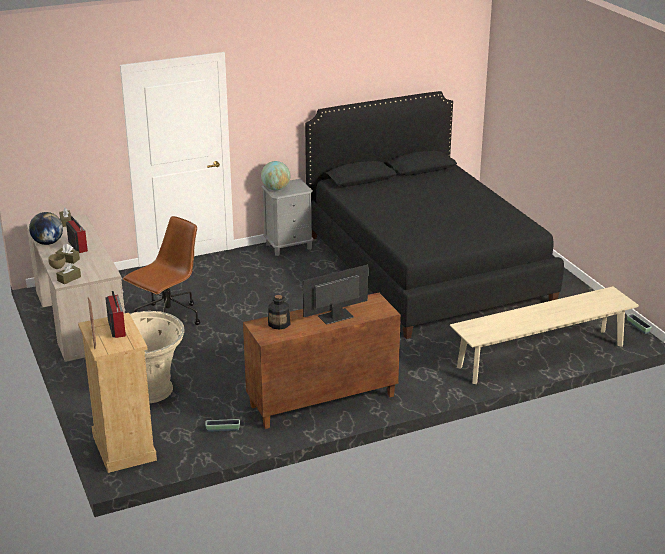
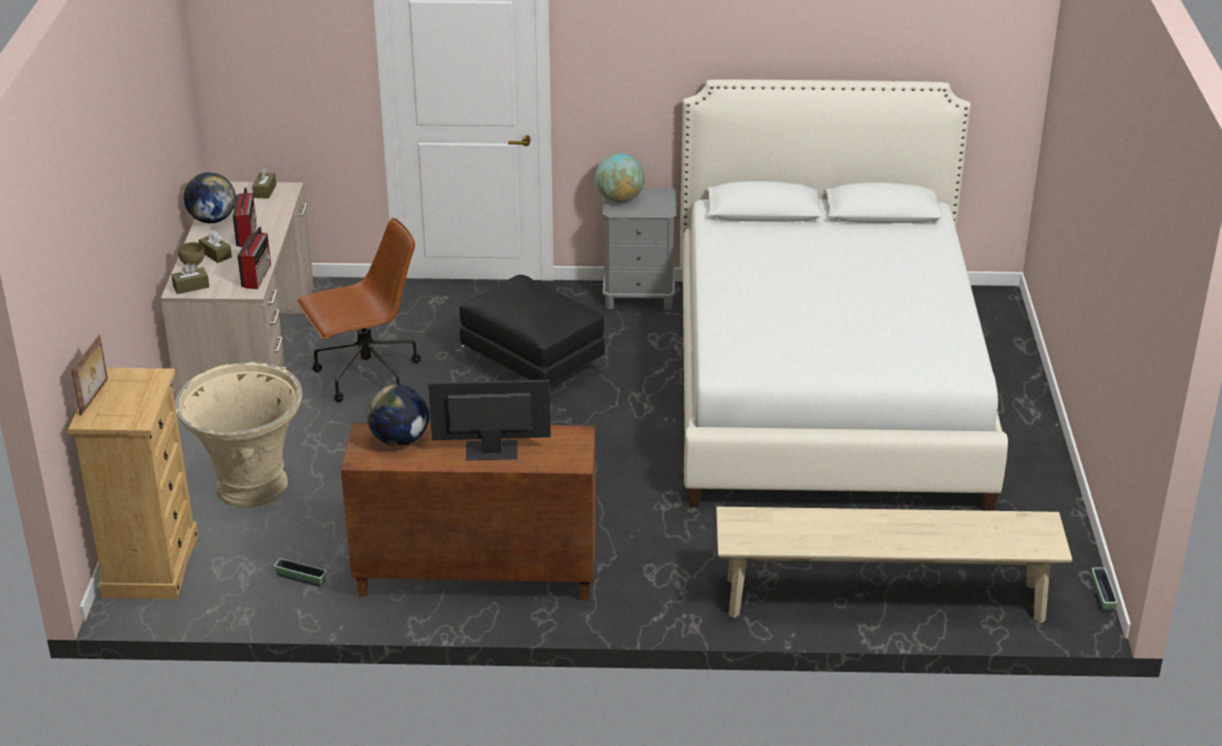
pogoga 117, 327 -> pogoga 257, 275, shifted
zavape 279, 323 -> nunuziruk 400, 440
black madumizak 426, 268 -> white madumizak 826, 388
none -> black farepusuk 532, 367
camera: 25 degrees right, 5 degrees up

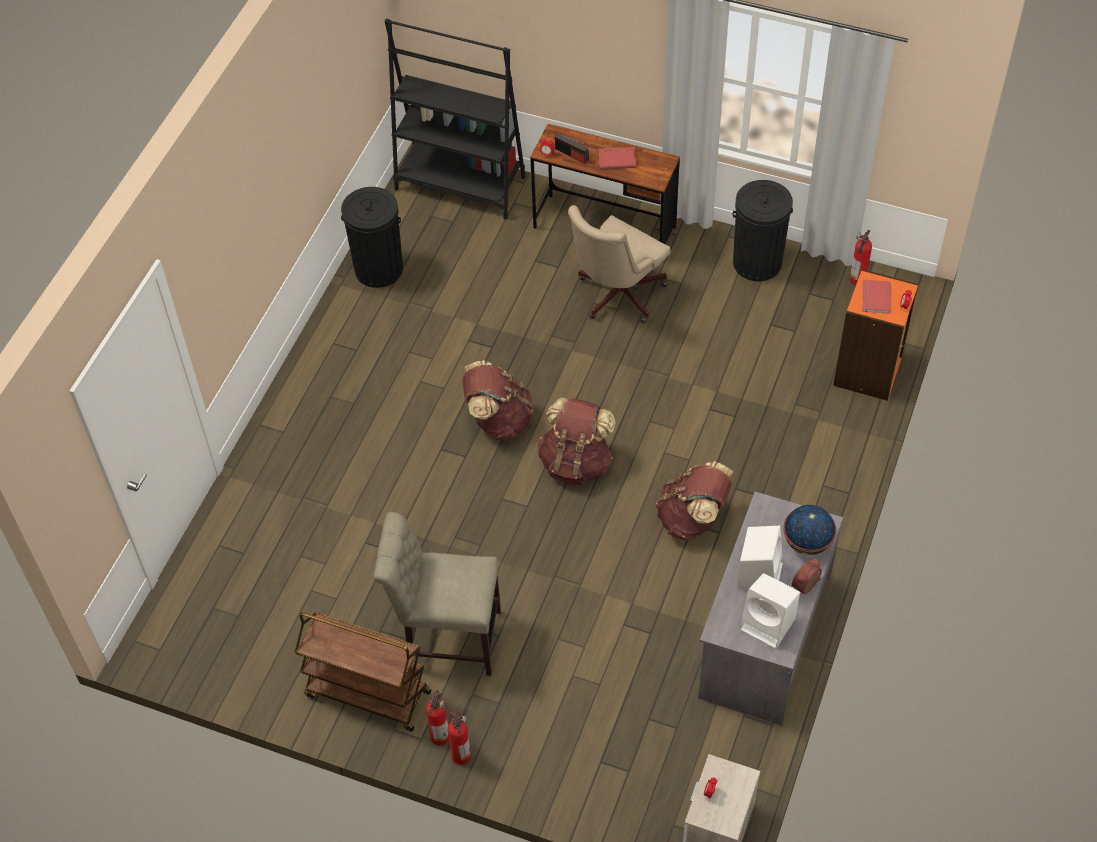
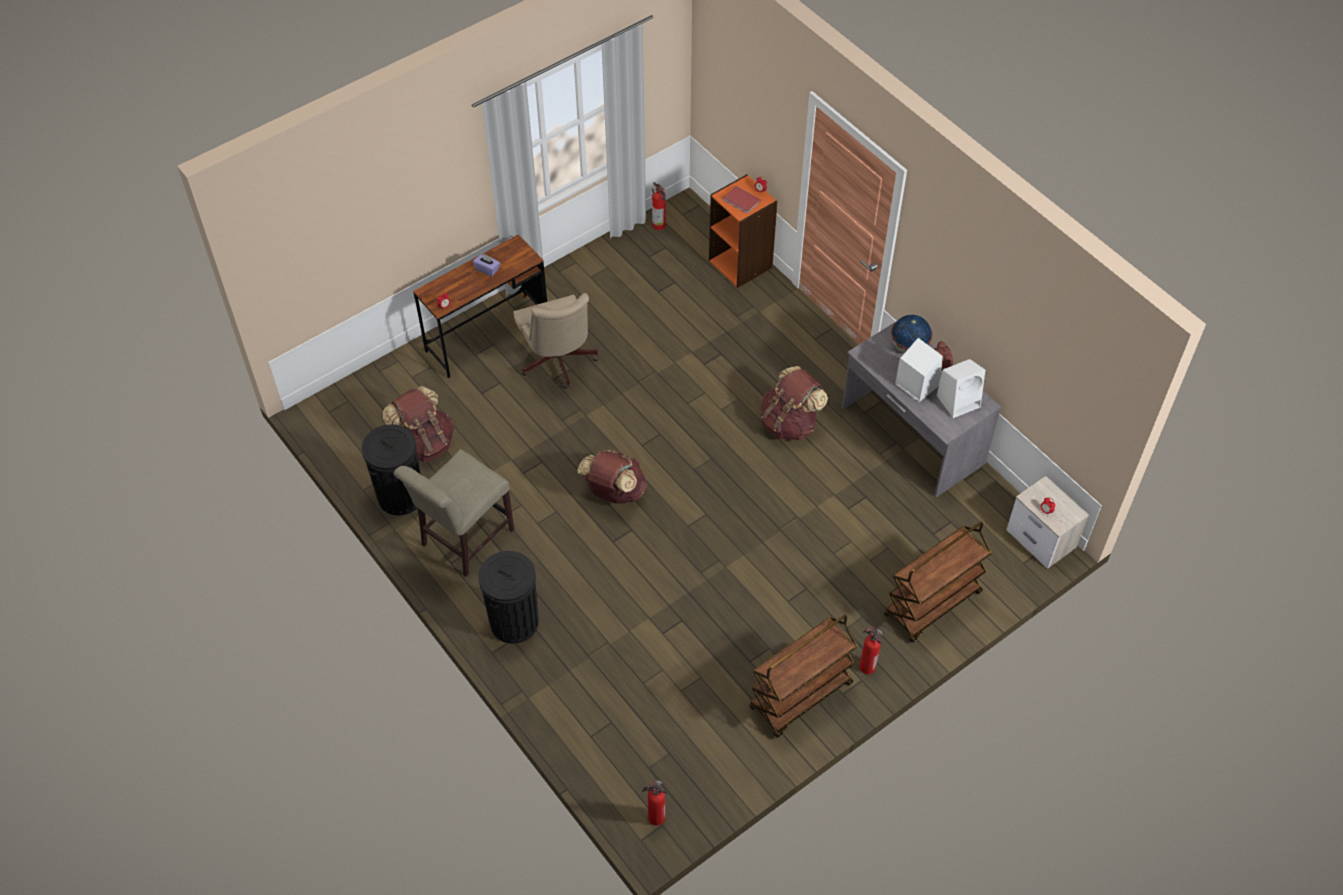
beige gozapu 447, 637 -> beige gozapu 463, 540, shifted
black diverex 460, 183 -> none
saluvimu 460, 754 -> saluvimu 655, 817, shifted
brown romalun 576, 463 -> brown romalun 424, 444, shifted
pogoga 572, 154 -> none
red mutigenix 617, 158 -> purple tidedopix 487, 269
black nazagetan 757, 262 -> black nazagetan 514, 622, shifted
none -> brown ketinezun 932, 605
camera: 60 degrees left, 0 degrees up

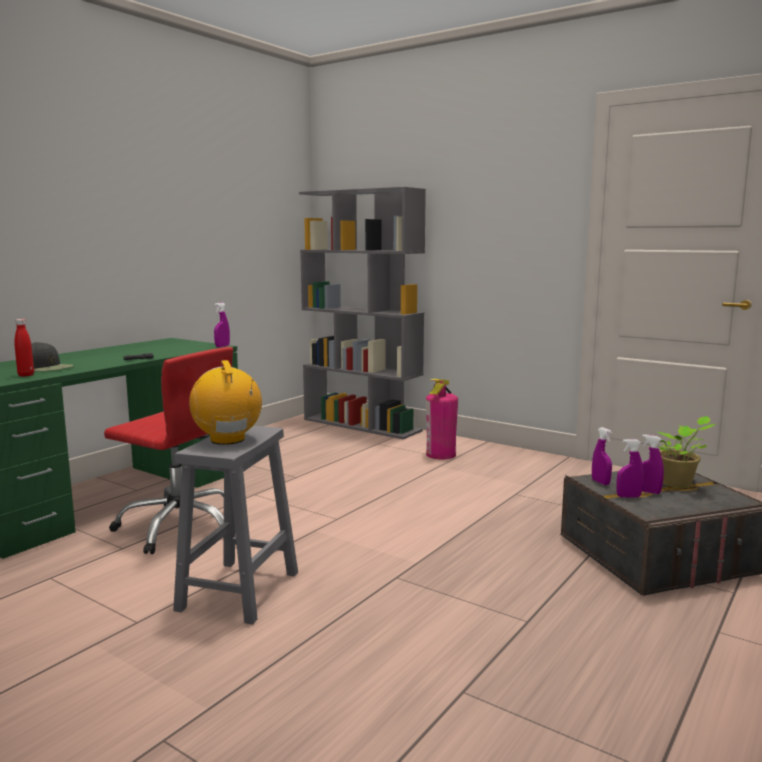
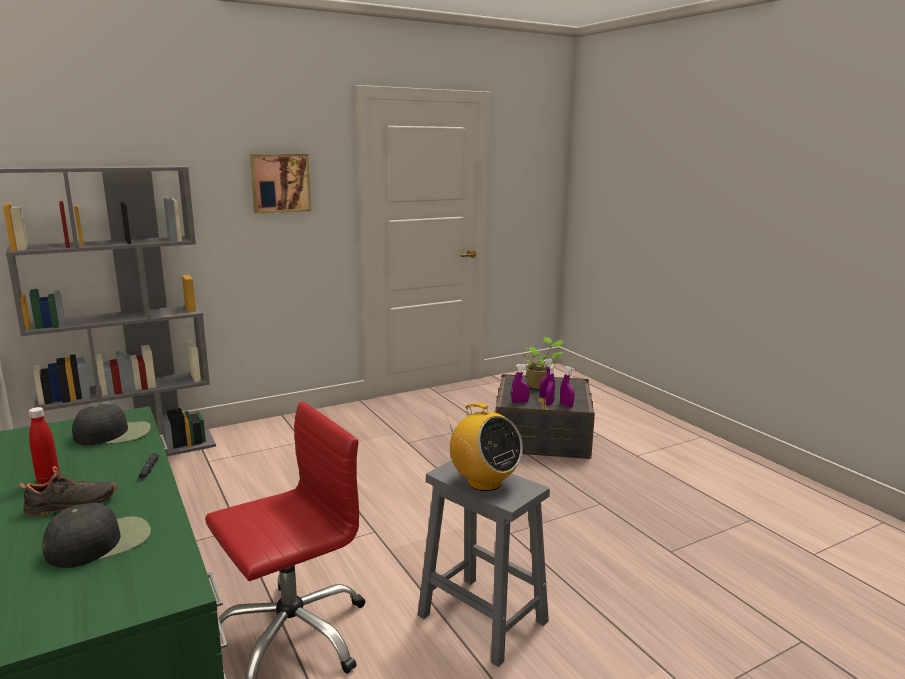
red zavape 26, 375 -> red zavape 48, 480, shifted
pogoga 228, 439 -> pogoga 484, 482, 135 degrees counterclockwise
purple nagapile 222, 346 -> purple nagapile 566, 405, shifted
saluvimu 441, 454 -> none
none -> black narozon 72, 506
none -> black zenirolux 114, 434
none -> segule 280, 183
camera: 65 degrees left, 5 degrees up

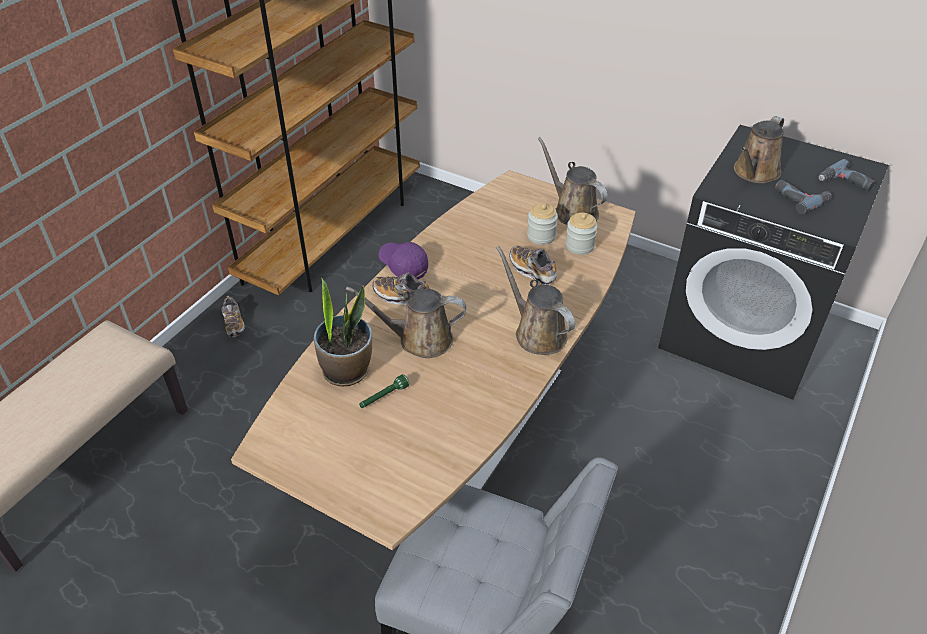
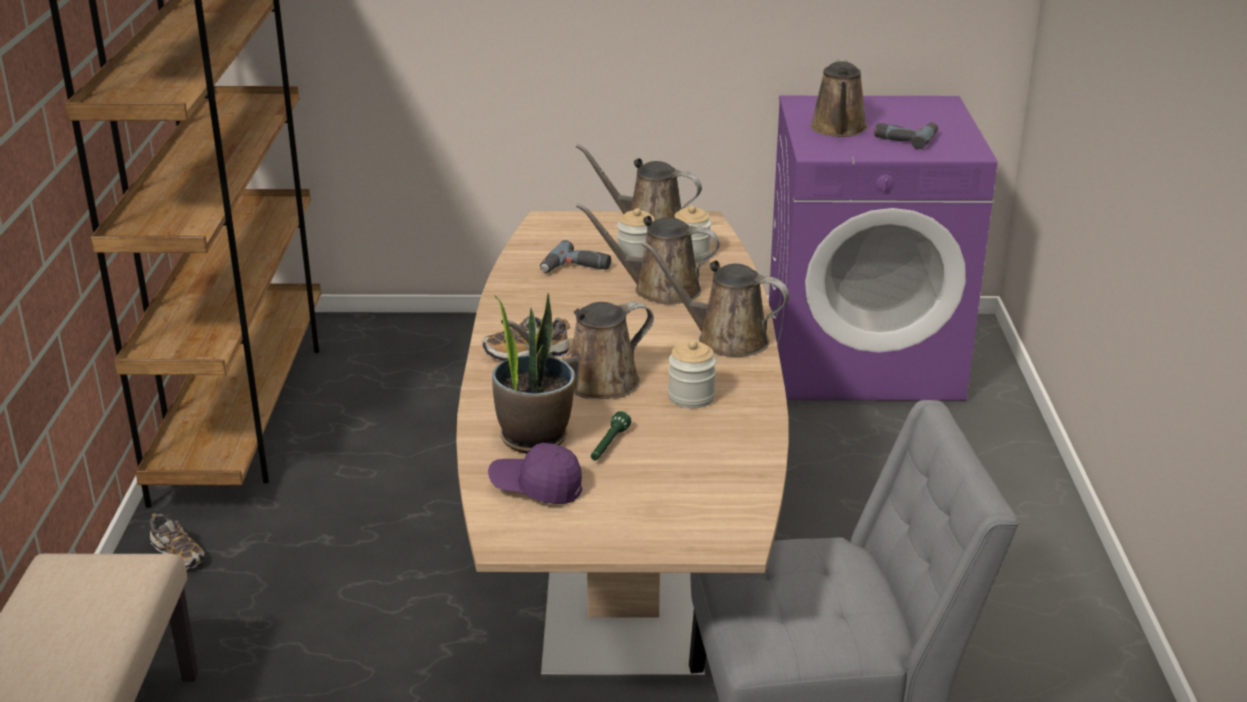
purple zenirolux 403, 265 -> purple zenirolux 536, 488, shifted
narozon 532, 270 -> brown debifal 660, 289
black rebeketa 744, 333 -> purple rebeketa 863, 358
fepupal 844, 183 -> fepupal 575, 269, shifted
none -> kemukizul 691, 397
camera: 30 degrees left, 15 degrees down

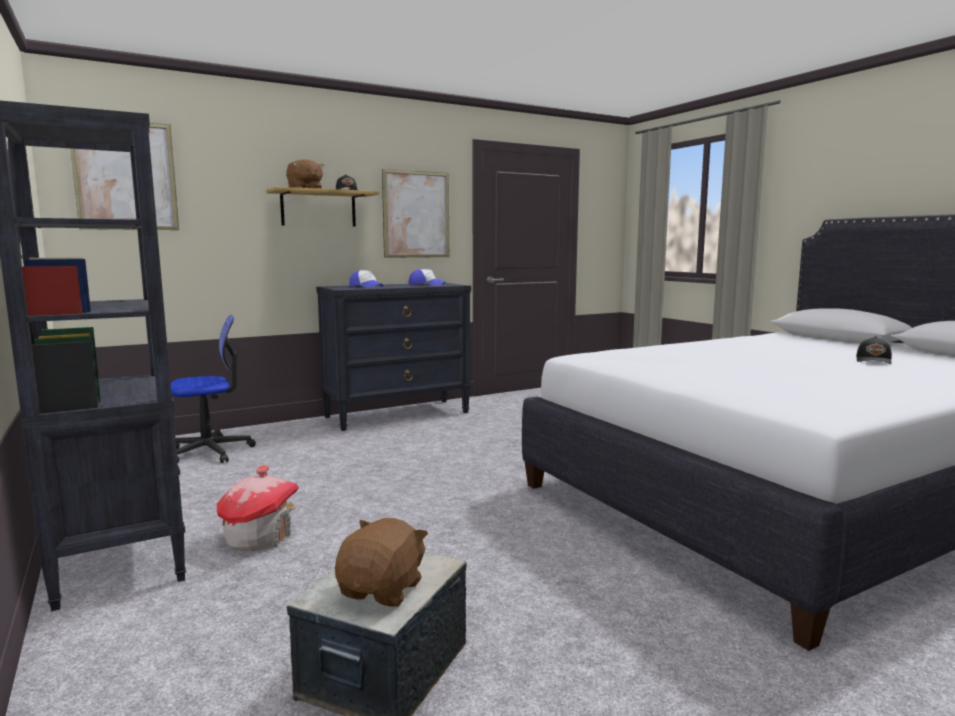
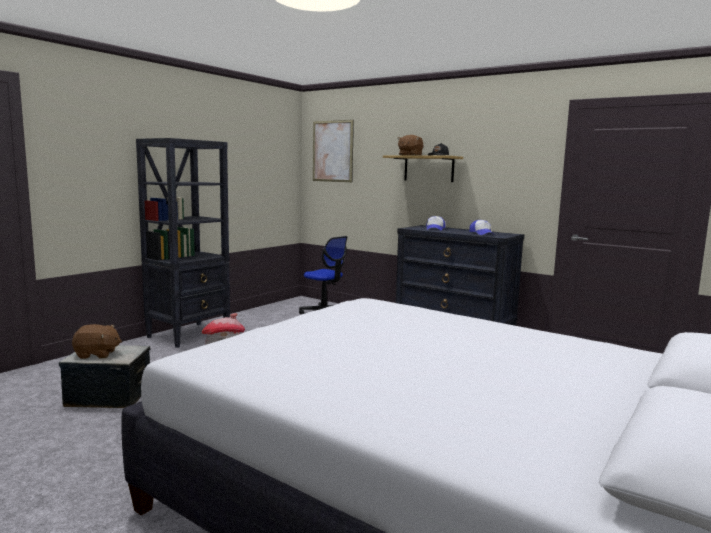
segule 416, 214 -> none
black zenirolux 874, 361 -> none
camera: 65 degrees right, 0 degrees up

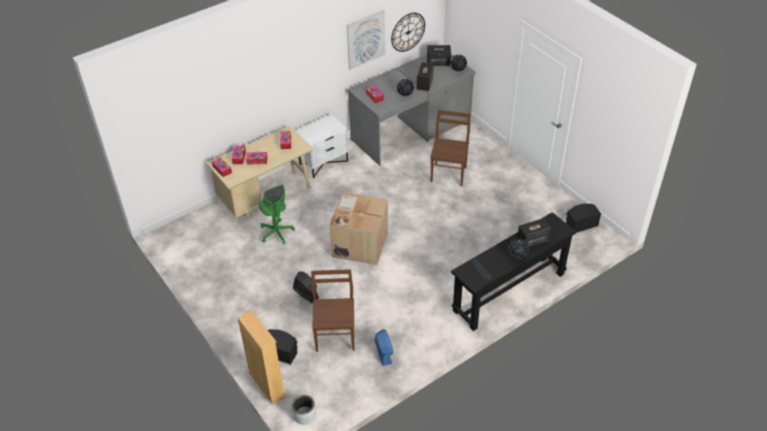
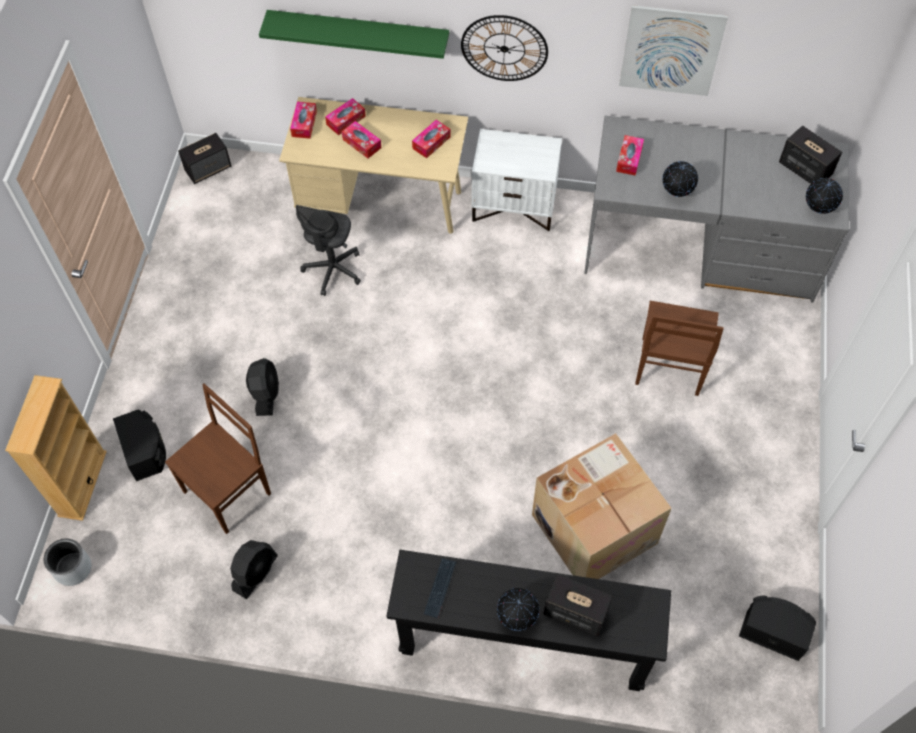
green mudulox 276, 233 -> grey mudulox 333, 270
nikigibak 359, 243 -> nikigibak 594, 527, shifted
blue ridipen 383, 353 -> black ridipen 255, 573
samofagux 408, 32 -> samofagux 504, 48, shifted
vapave 424, 83 -> vapave 208, 168, shifted
brown gozapu 448, 173 -> brown gozapu 669, 368, 135 degrees clockwise
none -> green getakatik 358, 32
camera: 45 degrees right, 15 degrees up

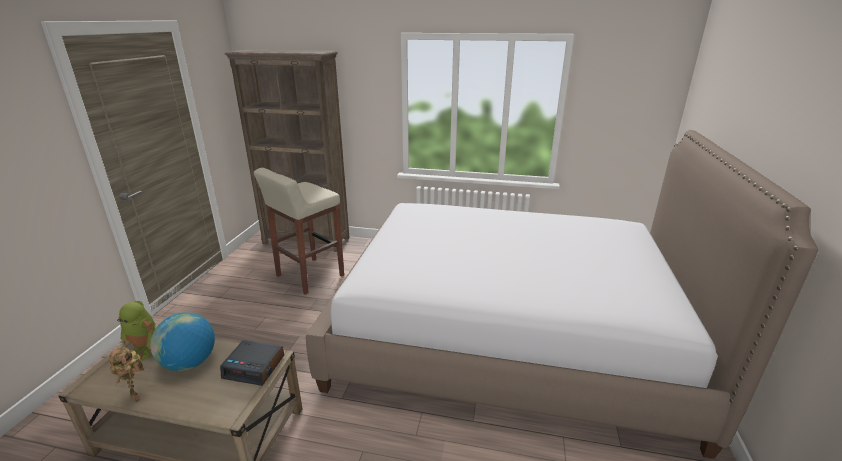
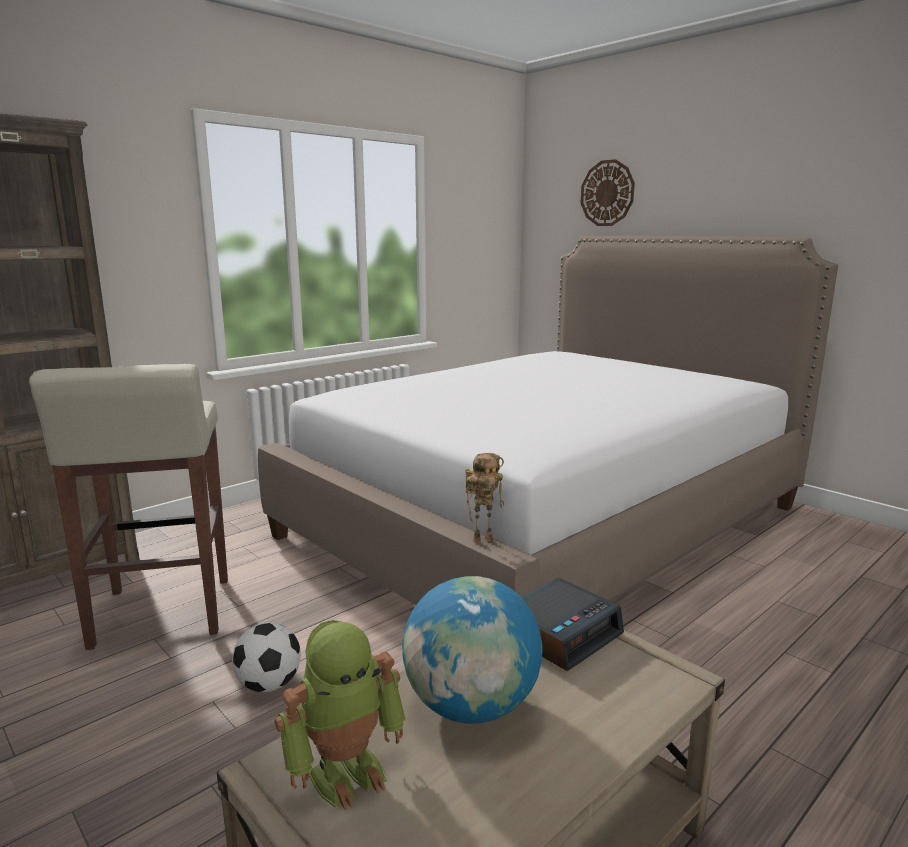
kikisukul 137, 397 -> kikisukul 483, 539, shifted
none -> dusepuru 269, 685
none -> samofagux 607, 193
camera: 55 degrees left, 10 degrees down

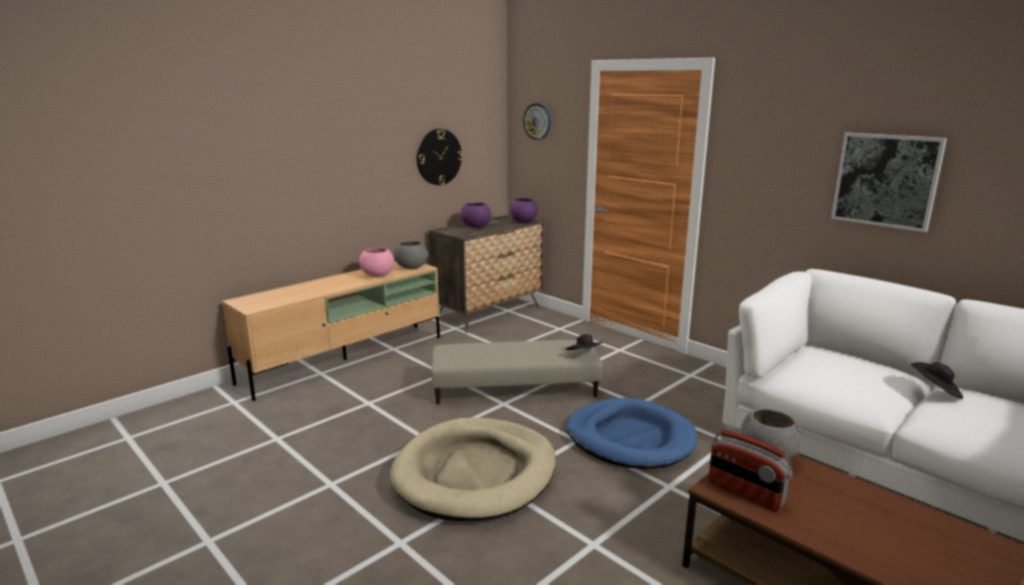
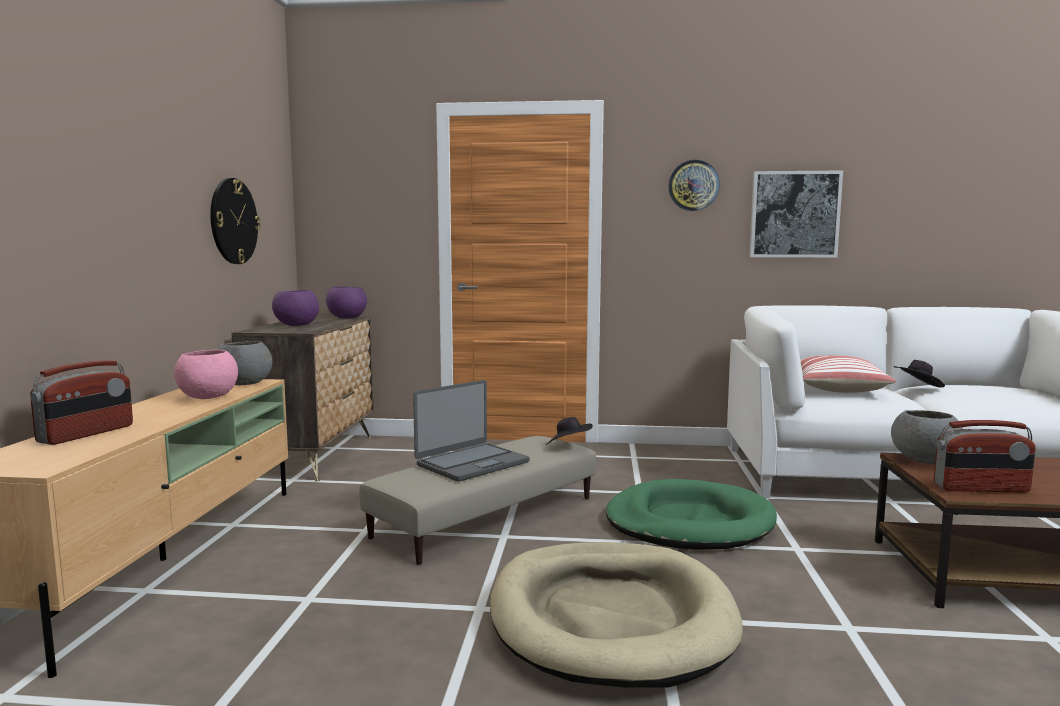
samofagux 537, 121 -> samofagux 693, 185, shifted
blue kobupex 630, 438 -> green kobupex 689, 522
none -> pogoga 87, 434
none -> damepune 471, 463
none -> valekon 836, 388
camera: 40 degrees left, 10 degrees down

